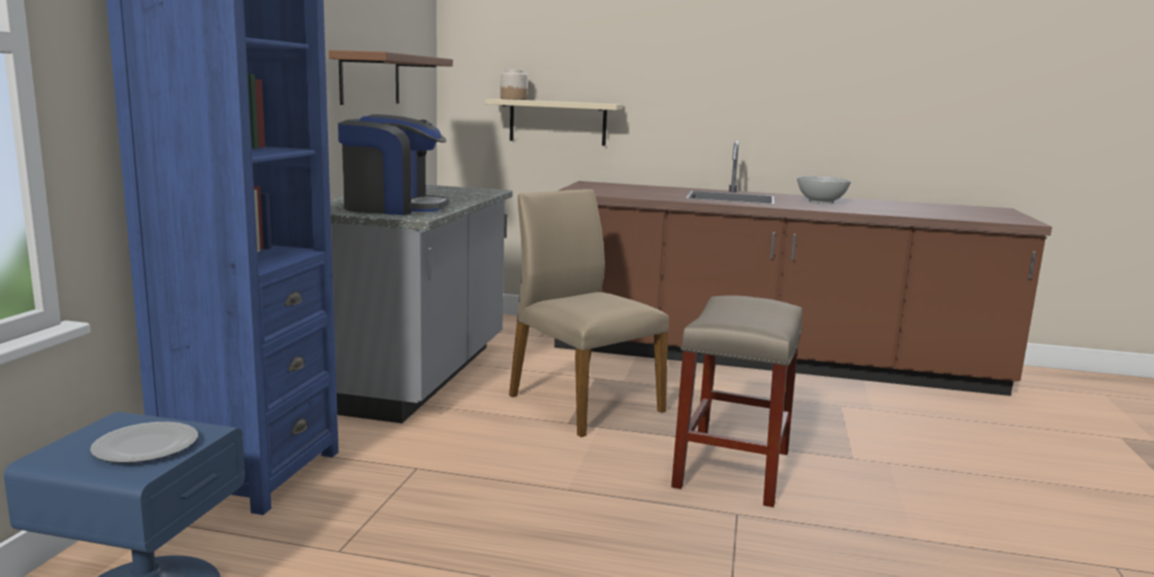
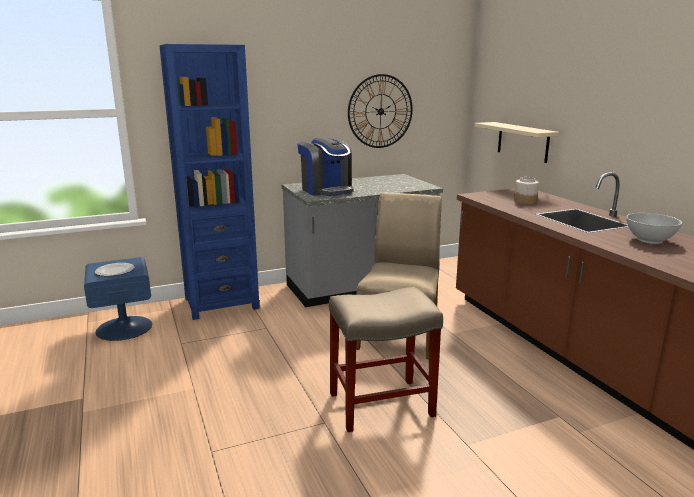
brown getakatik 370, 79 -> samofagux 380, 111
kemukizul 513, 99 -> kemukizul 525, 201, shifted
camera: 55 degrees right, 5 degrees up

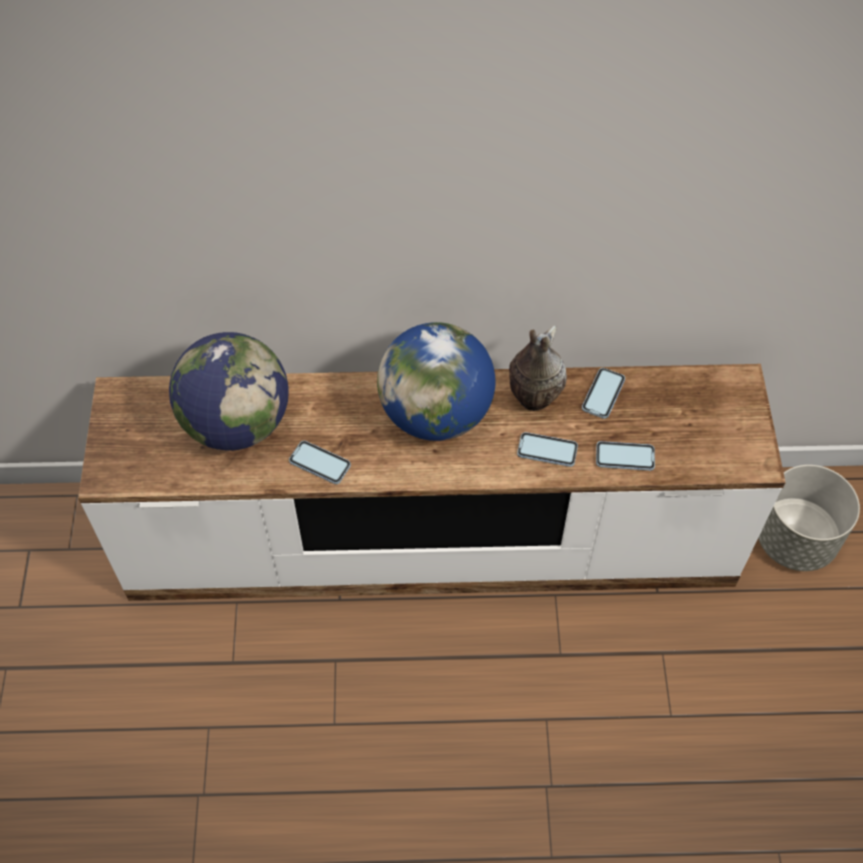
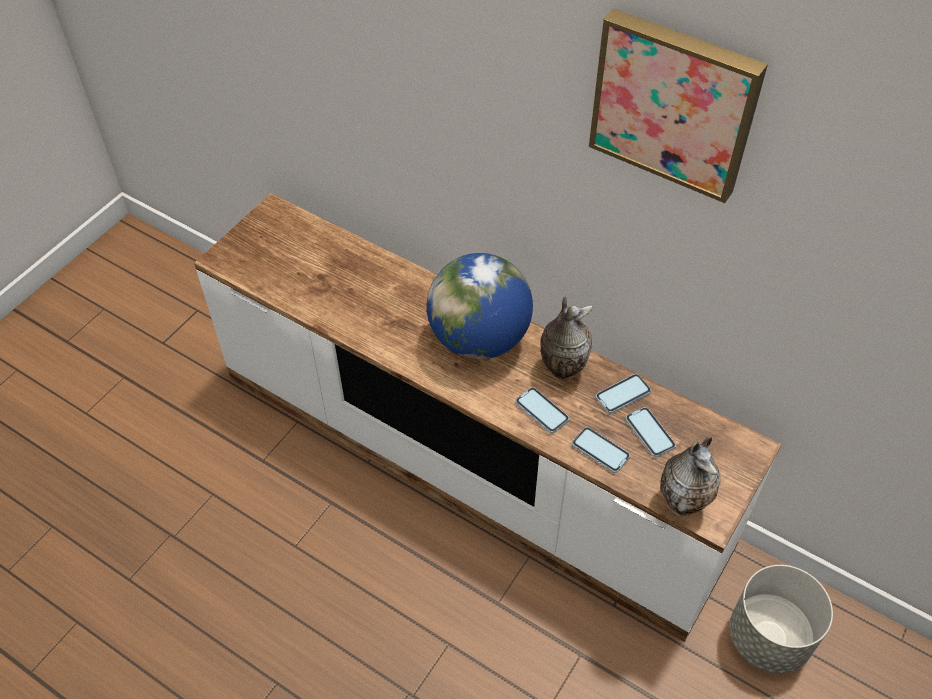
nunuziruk 236, 423 -> none
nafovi 320, 463 -> nafovi 649, 433, shifted
none -> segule 675, 103
none -> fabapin 684, 502
camera: 35 degrees right, 5 degrees down

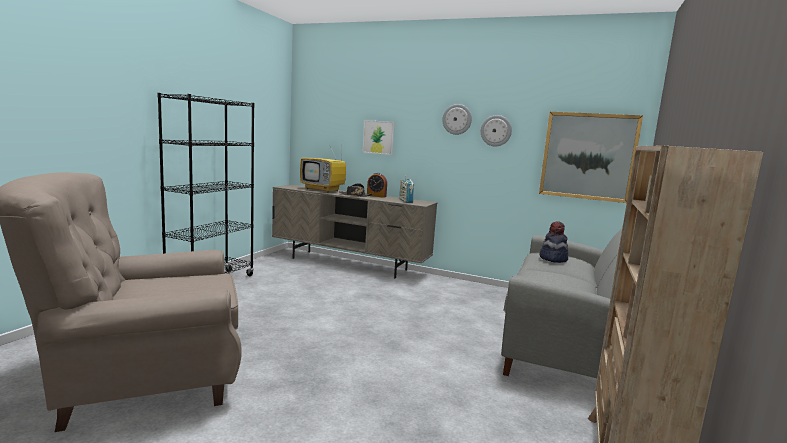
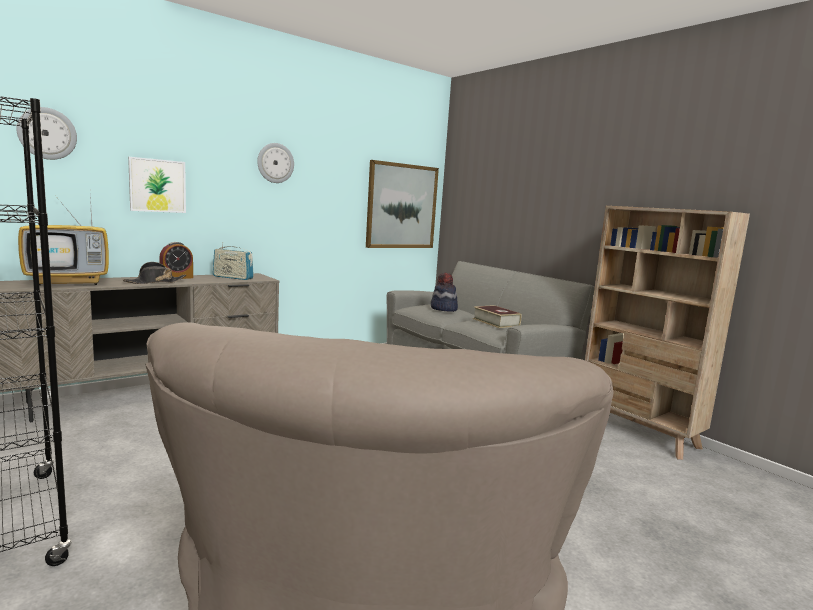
samofagux 496, 130 -> samofagux 47, 133, shifted
none -> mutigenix 496, 322
camera: 60 degrees left, 0 degrees up

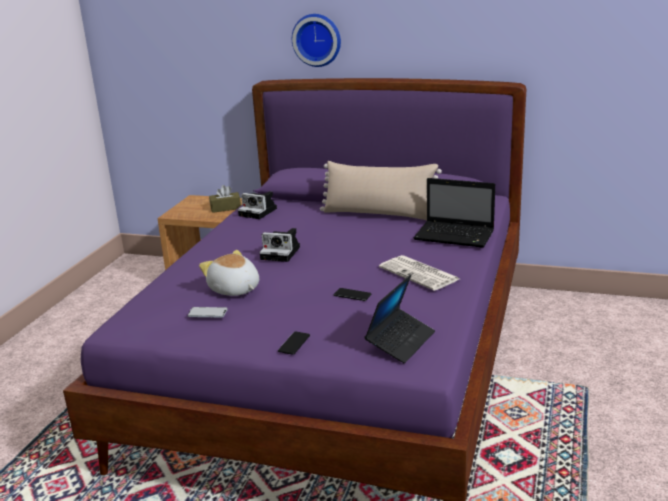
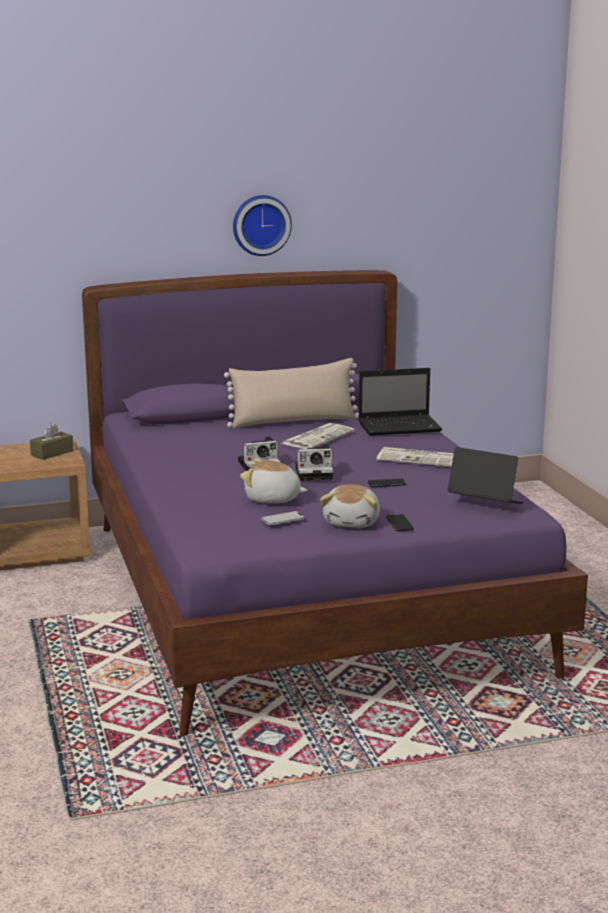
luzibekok 259, 212 -> luzibekok 316, 473, shifted
samofagux 317, 39 -> samofagux 261, 224, shifted
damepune 400, 341 -> damepune 484, 504, 60 degrees counterclockwise
none -> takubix 317, 437
none -> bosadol 352, 522
camera: 35 degrees left, 5 degrees down

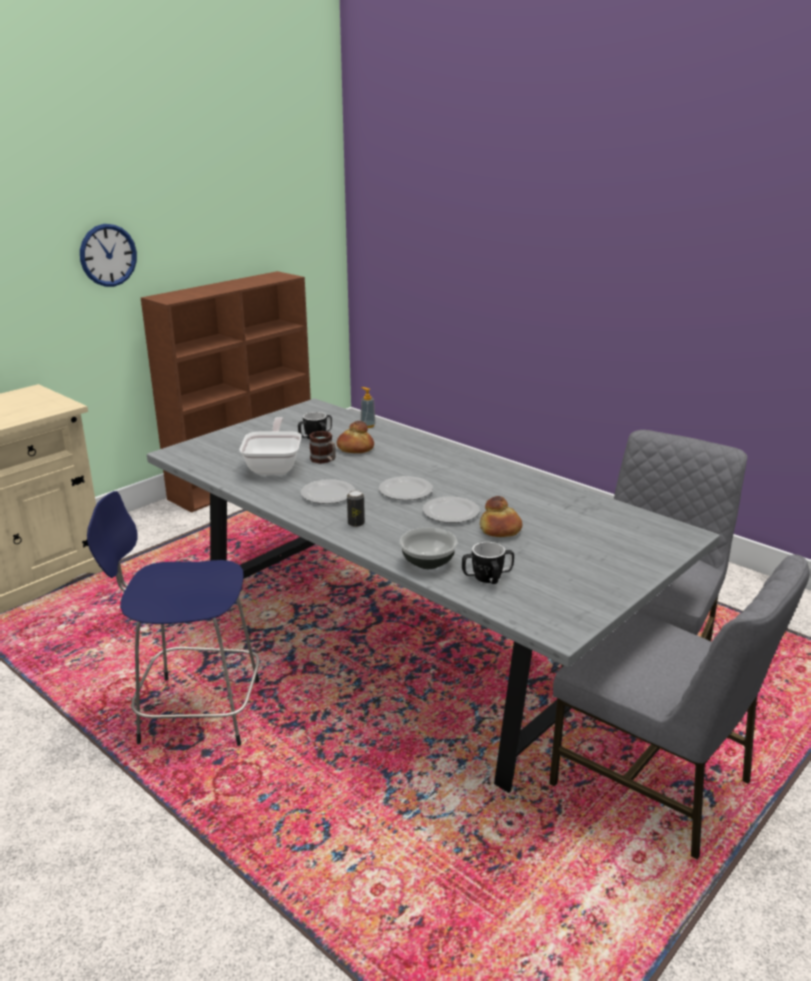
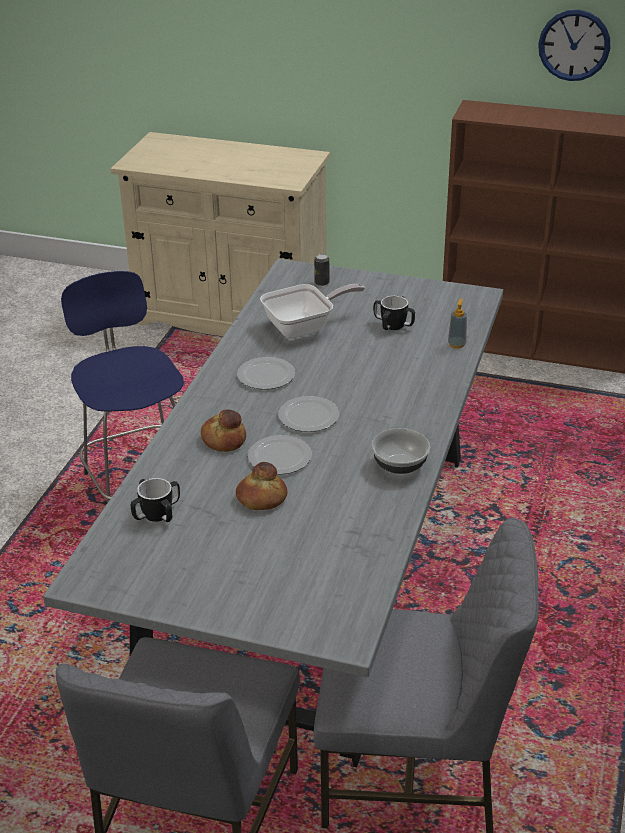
samofagux 108, 255 -> samofagux 574, 45, shifted
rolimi 324, 460 -> none
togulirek 355, 448 -> togulirek 224, 439, shifted
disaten 356, 523 -> disaten 322, 282, shifted
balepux 428, 562 -> balepux 400, 465, shifted
camera: 65 degrees right, 10 degrees up

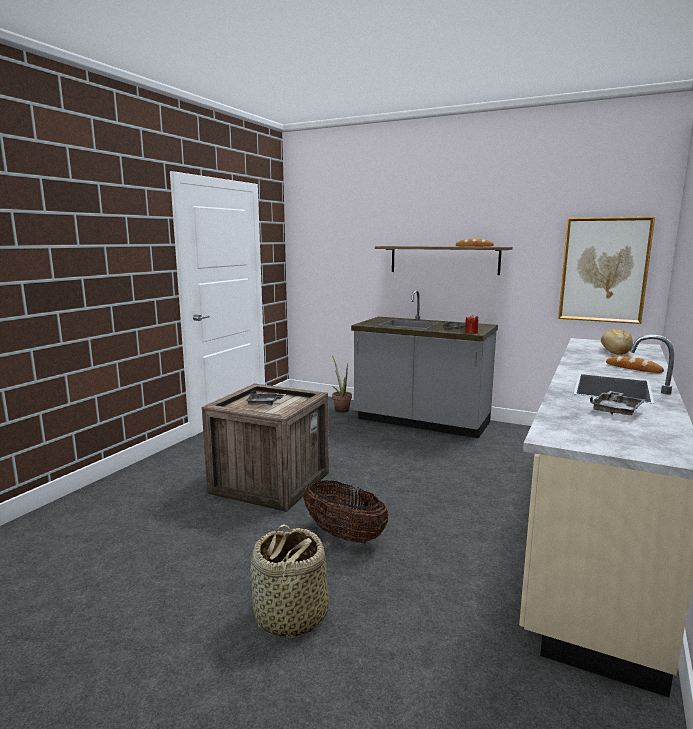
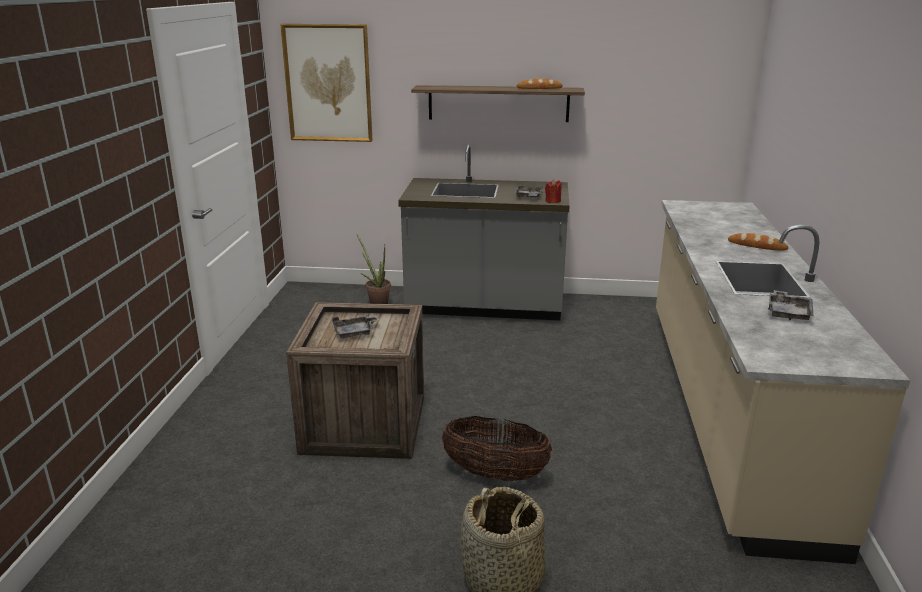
segule 604, 270 -> segule 328, 83, shifted
togulirek 614, 351 -> none
camera: 20 degrees left, 10 degrees up

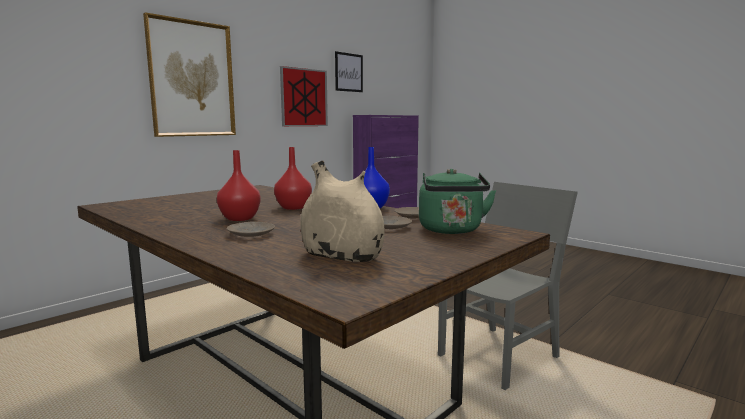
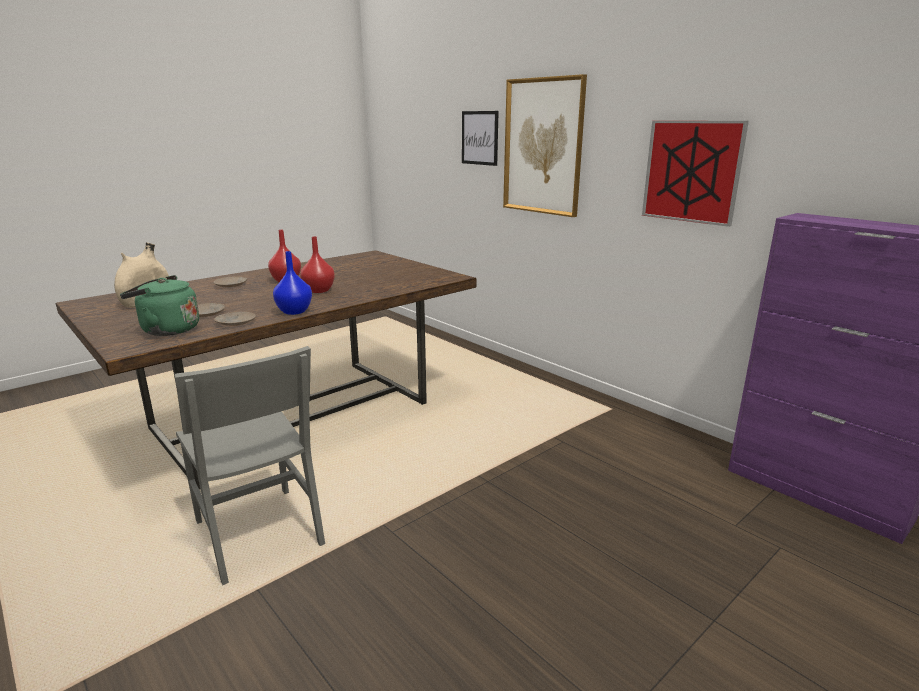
segule 348, 72 -> segule 480, 138, shifted
camera: 95 degrees right, 10 degrees up

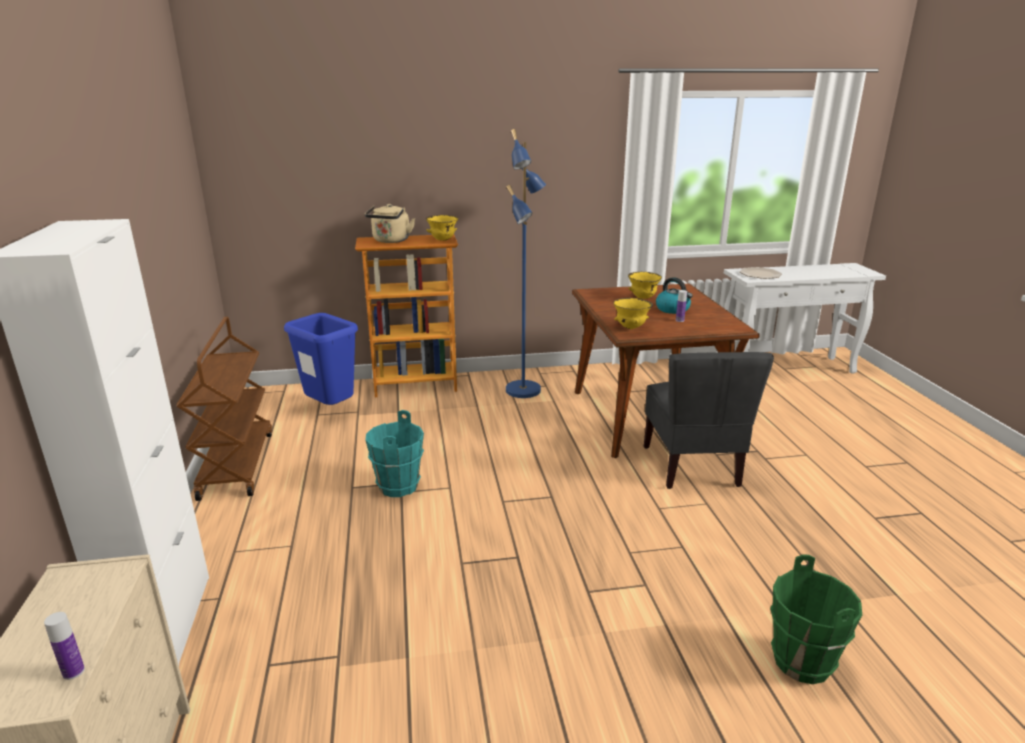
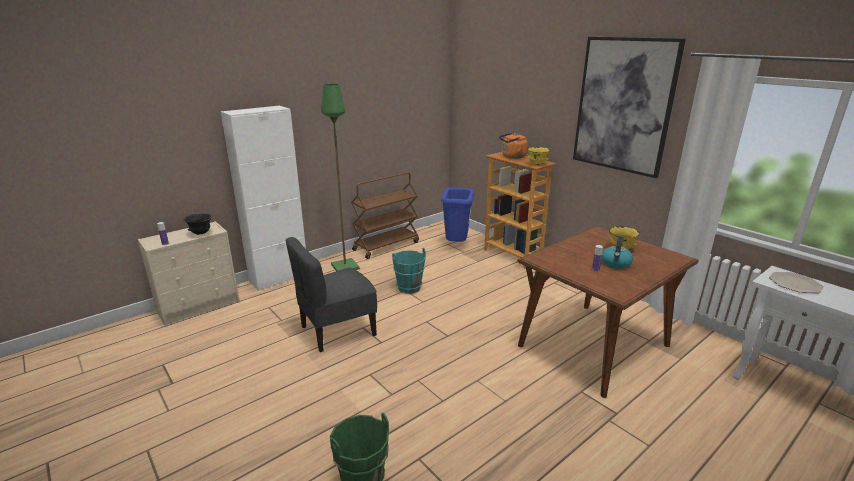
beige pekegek 390, 241 -> orange pekegek 512, 157
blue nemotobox 524, 390 -> none
yellow balepux 631, 328 -> none
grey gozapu 692, 466 -> grey gozapu 337, 330, shifted
none -> black balepux 201, 234
none -> green nemotobox 345, 267
none -> segule 623, 105
camera: 60 degrees right, 0 degrees up

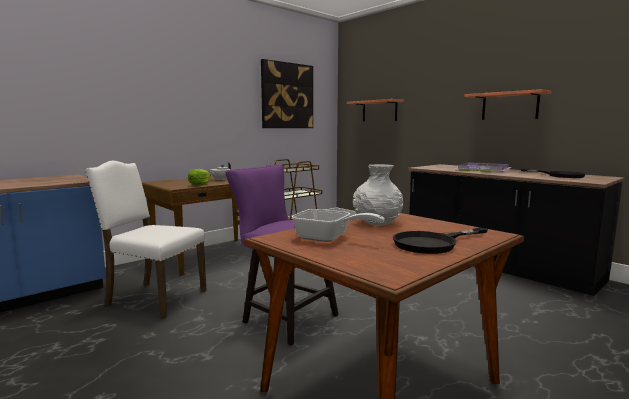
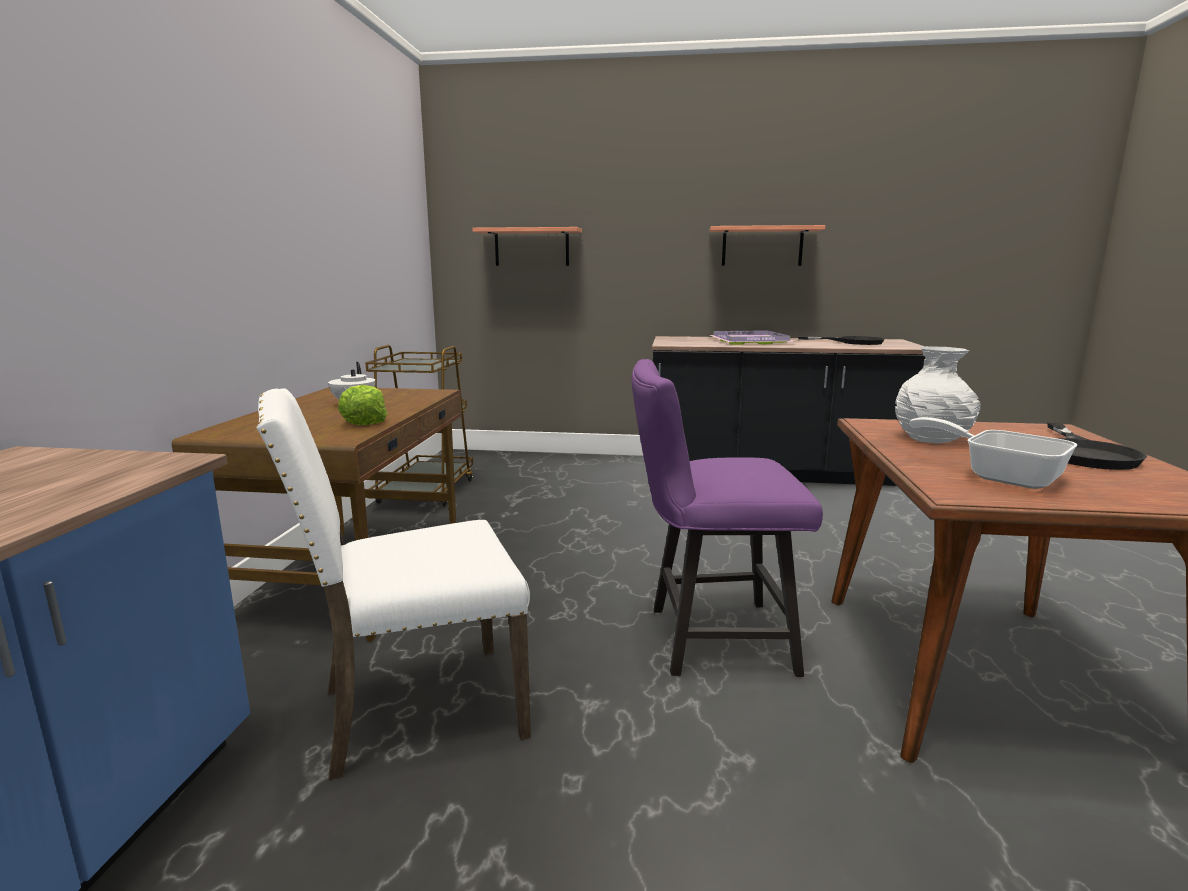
segule 287, 96 -> none
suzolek 328, 238 -> suzolek 1000, 476, 120 degrees counterclockwise
camera: 40 degrees left, 5 degrees up

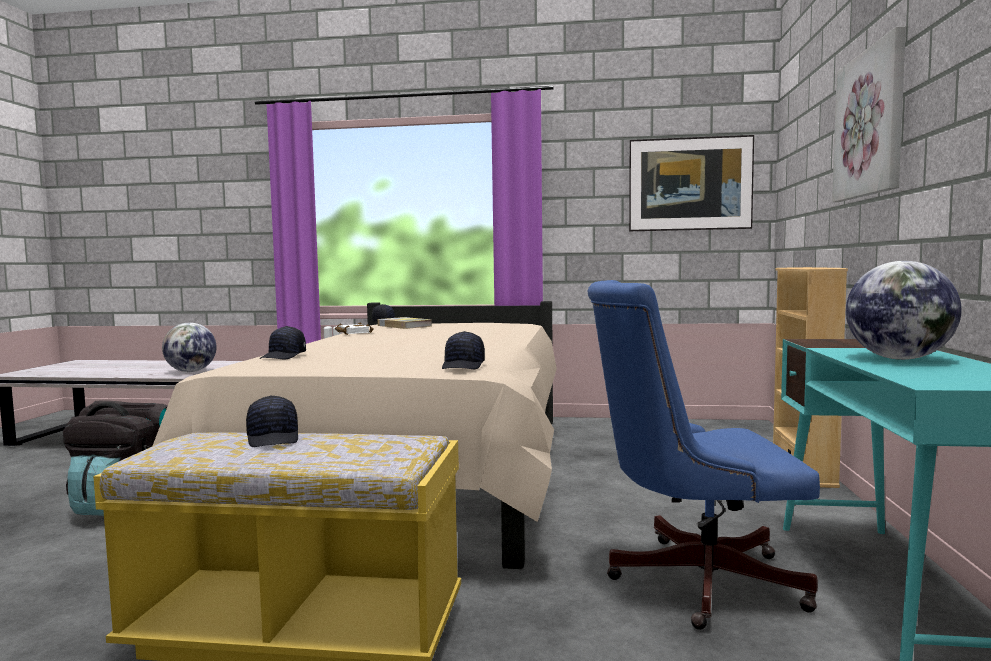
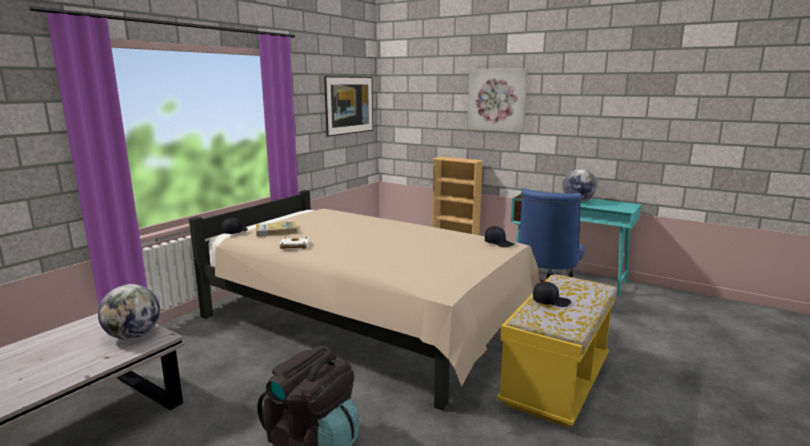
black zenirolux 284, 356 -> none
camera: 65 degrees left, 10 degrees up

